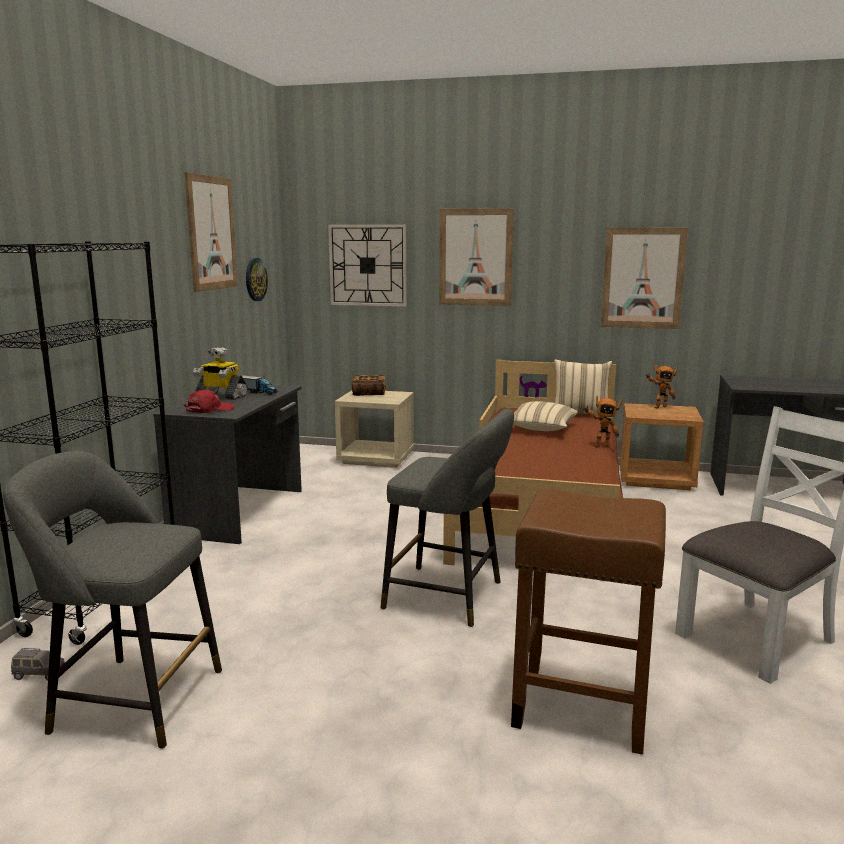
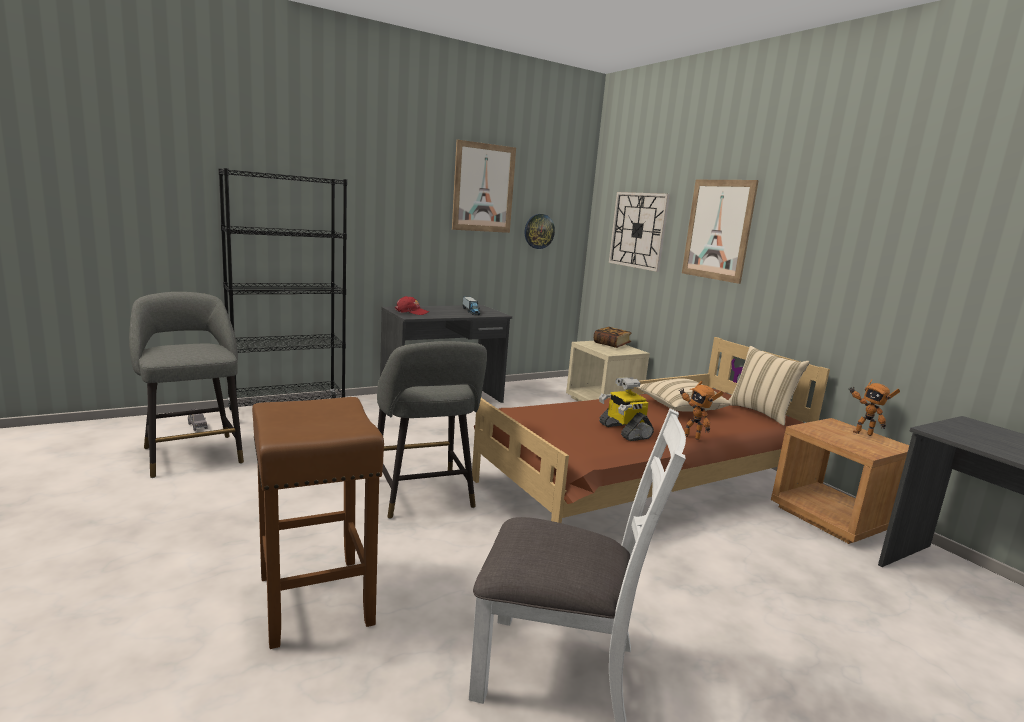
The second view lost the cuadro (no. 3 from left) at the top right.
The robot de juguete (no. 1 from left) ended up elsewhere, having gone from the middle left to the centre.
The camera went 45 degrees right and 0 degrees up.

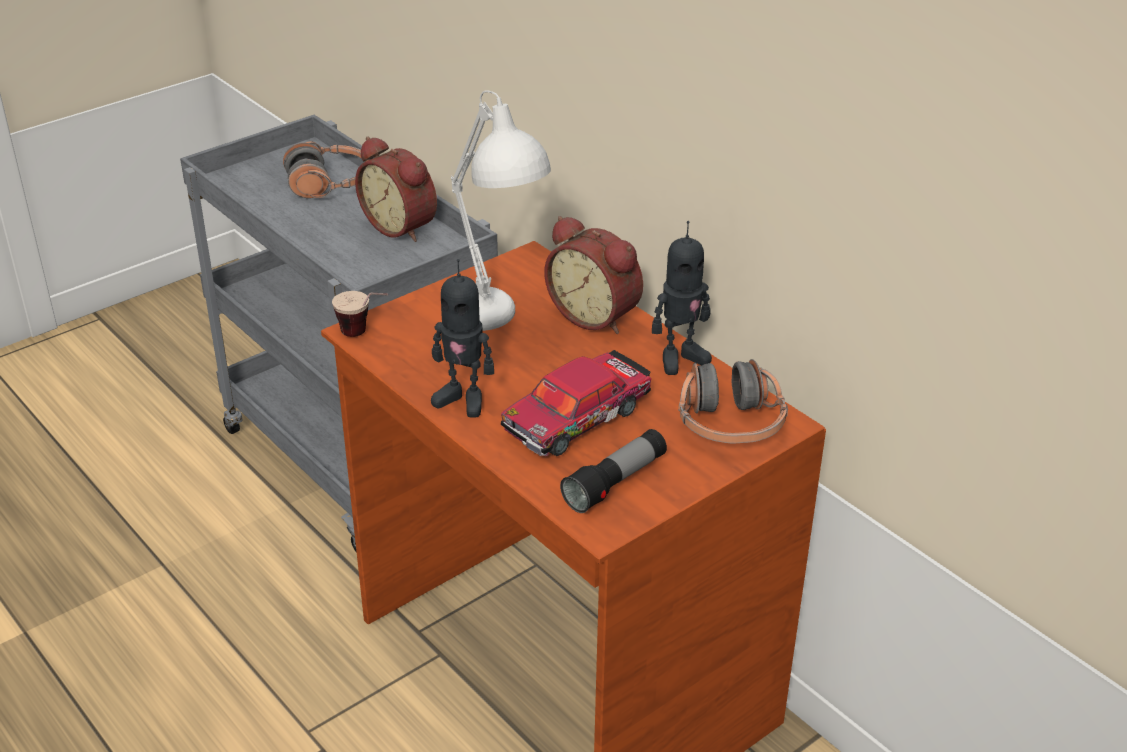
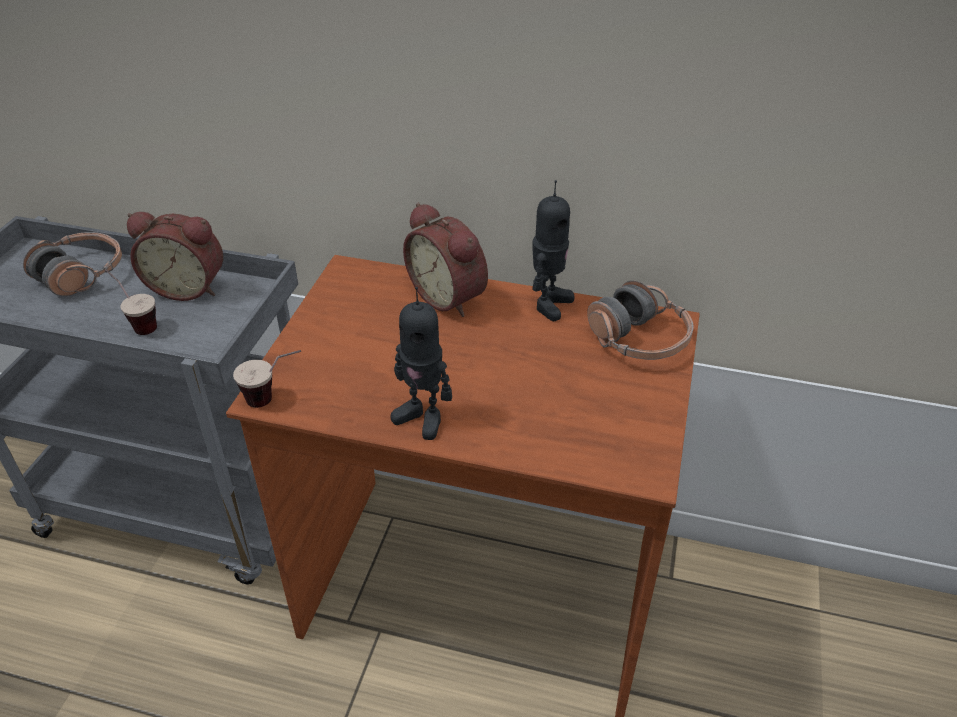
The second view lost the lámpara de mesa [blanco] at the top centre.
The second view lost the coche de juguete at the centre.
The second view lost the linterna at the centre.
The second view gained the taza (no. 1 from left) at the middle left.
The robot de juguete (no. 1 from left) at the centre ended up facing another way, 45 degrees clockwise from before.
The despertador (no. 2 from left) at the centre ended up facing another way, 45 degrees clockwise from before.
The camera went 35 degrees left and 5 degrees up.

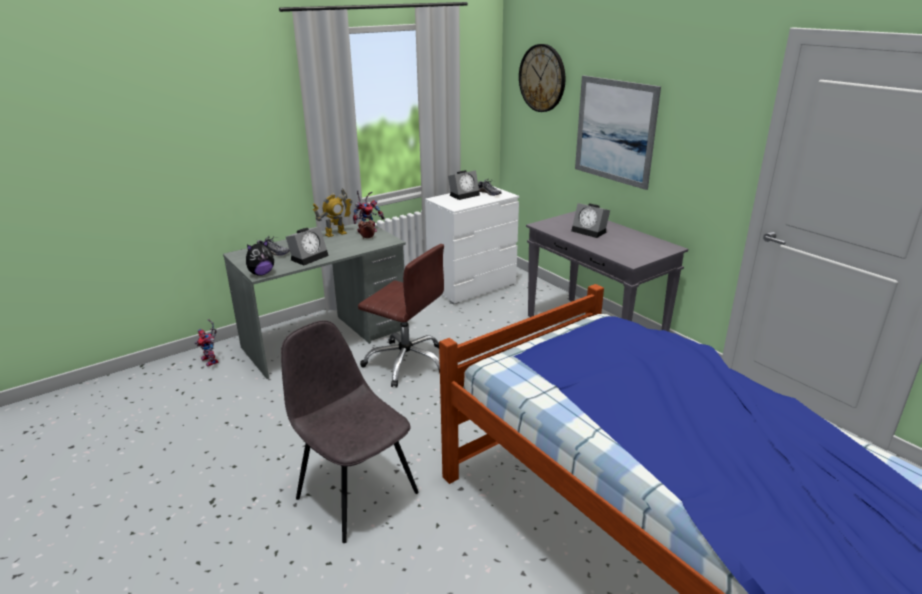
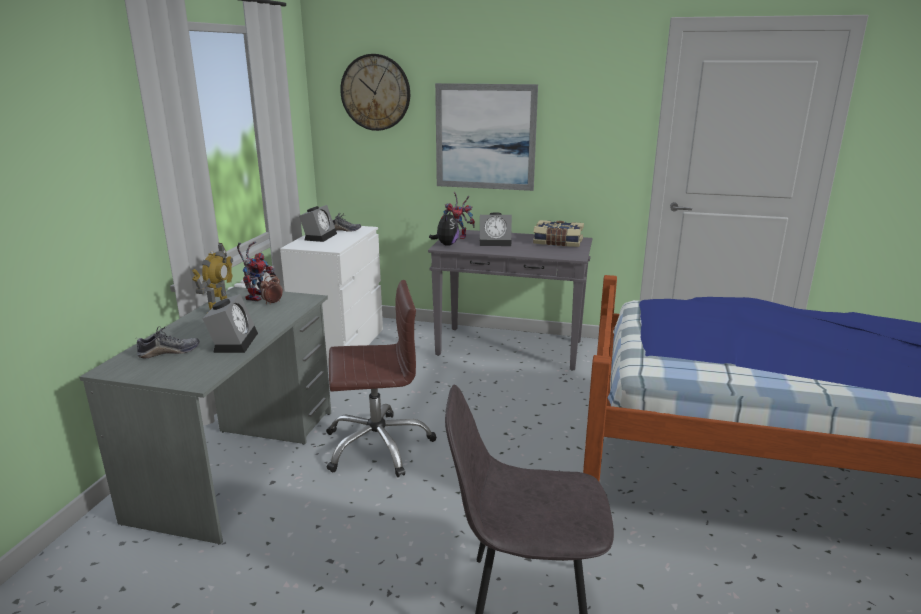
The second view gained the libro at the centre.
The robot de juguete (no. 1 from left in the first image) ended up elsewhere, having gone from the middle left to the centre.
The peluche ended up elsewhere, having gone from the middle left to the centre.
The camera went 40 degrees left and 5 degrees down.

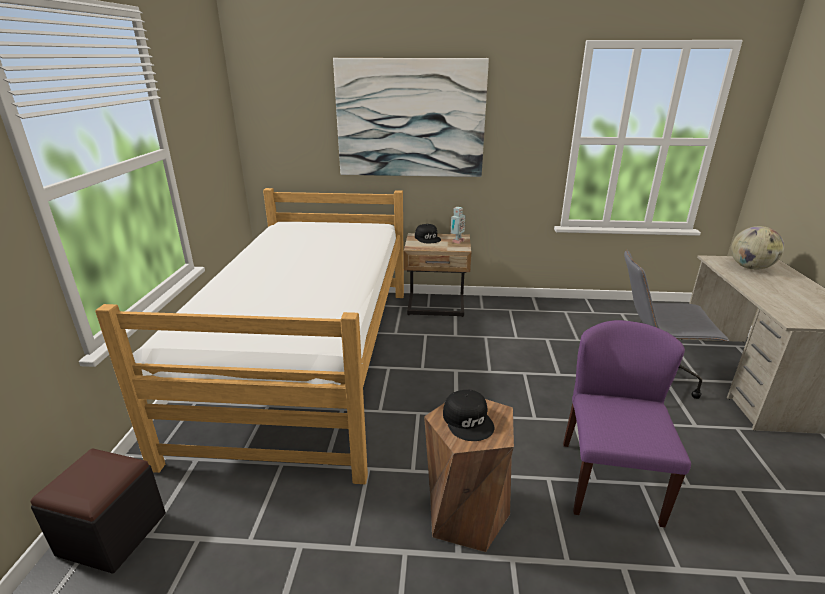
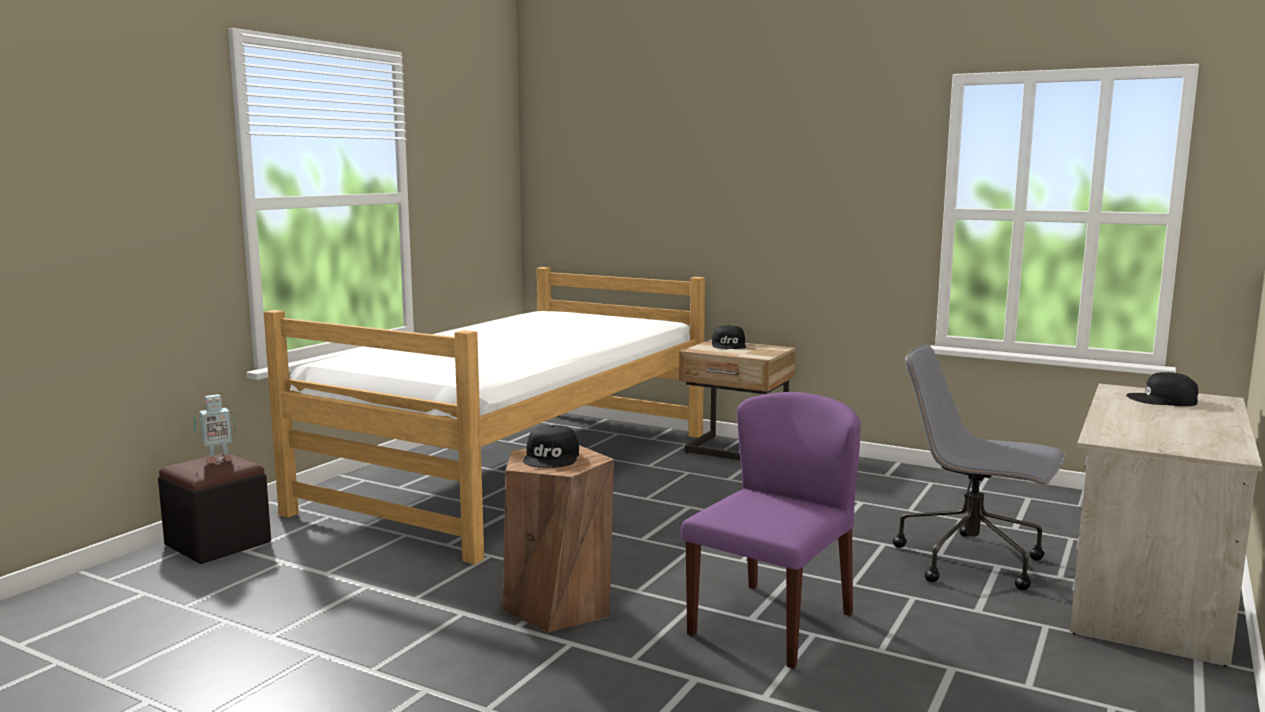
The second view lost the cuadro at the top centre.
The robot de juguete ended up elsewhere, having gone from the centre to the middle left.
Where the globo terráqueo stood at the middle right, the gorra [negro] (no. 3 from left) came to stand at the middle right.
The camera went 25 degrees right and 15 degrees down.

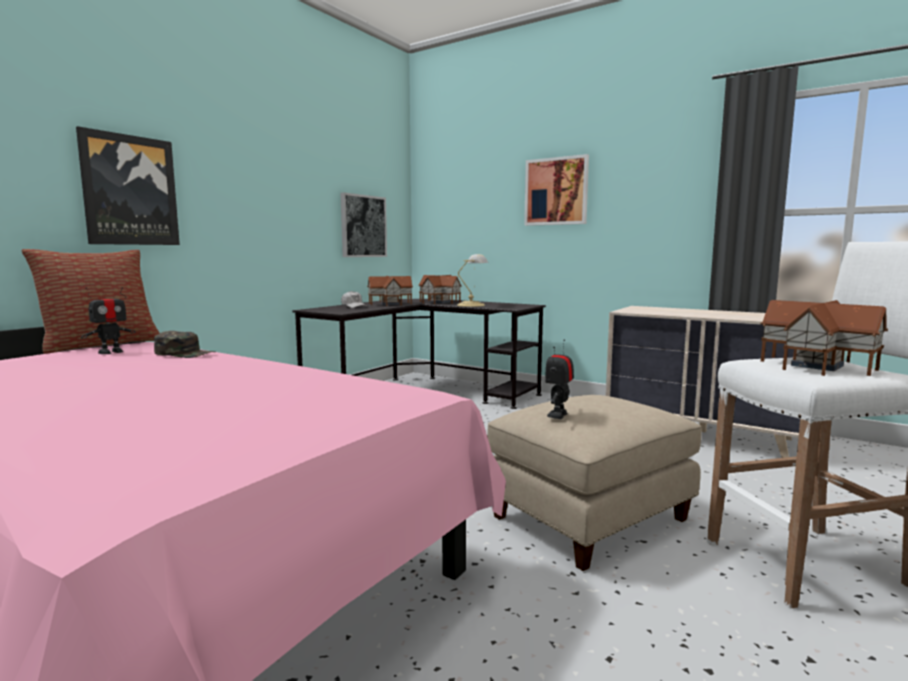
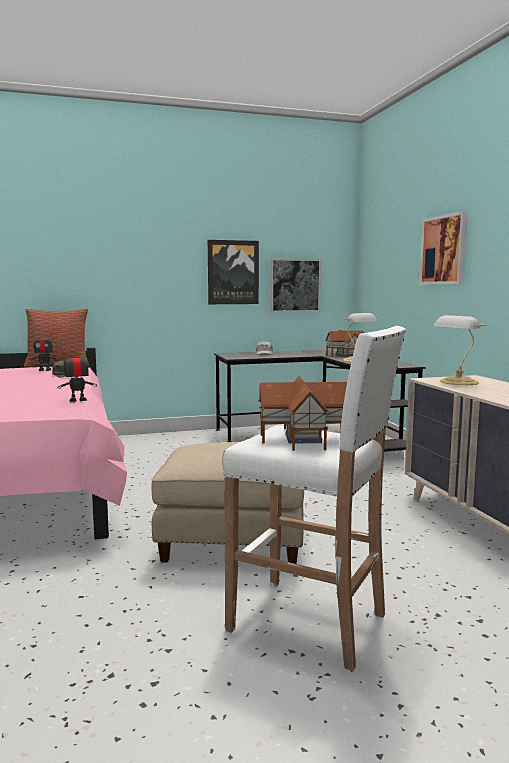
The second view lost the casita (no. 1 from left) at the centre.
The second view gained the lámpara de mesa (no. 2 from left) at the middle right.
The cuadro (no. 1 from left) ended up elsewhere, having gone from the top left to the centre.
The robot de juguete (no. 2 from left) ended up elsewhere, having gone from the centre to the middle left.
The camera went 40 degrees right and 0 degrees up.

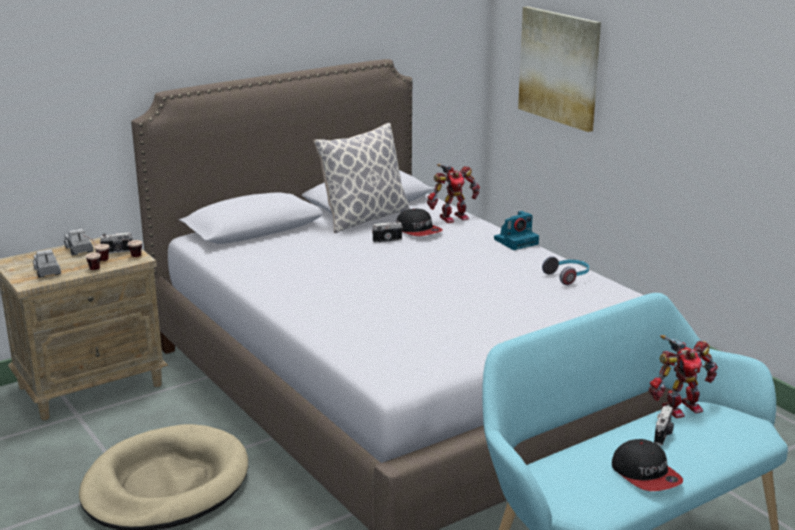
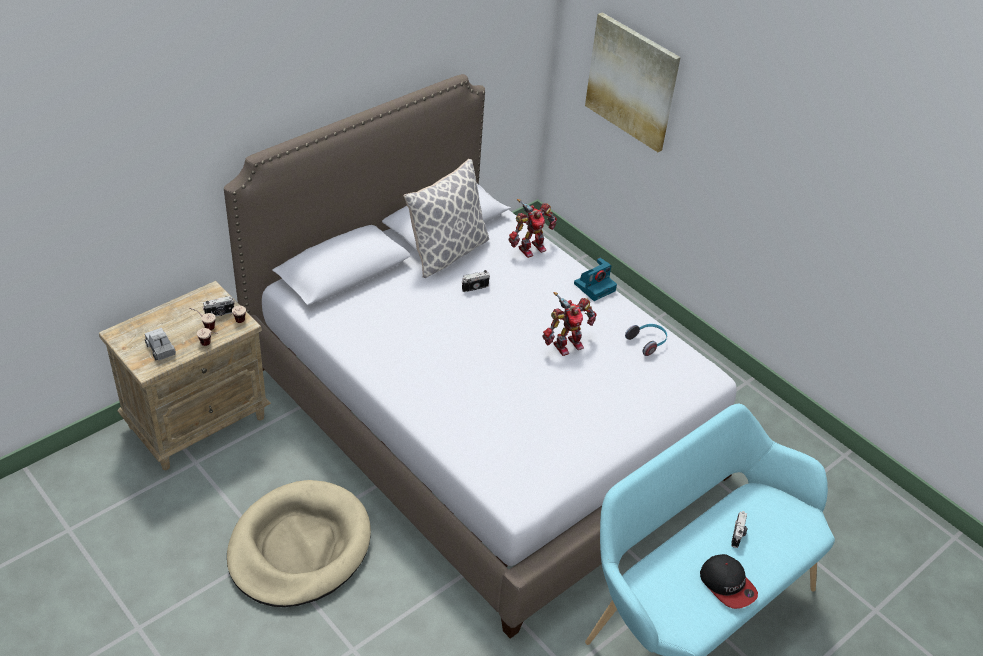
The second view lost the camión de juguete (no. 2 from left) at the middle left.
The second view lost the gorra (no. 1 from left) at the centre.
The robot de juguete (no. 2 from left) ended up elsewhere, having gone from the bottom right to the centre.
The camera went 10 degrees left and 20 degrees up.

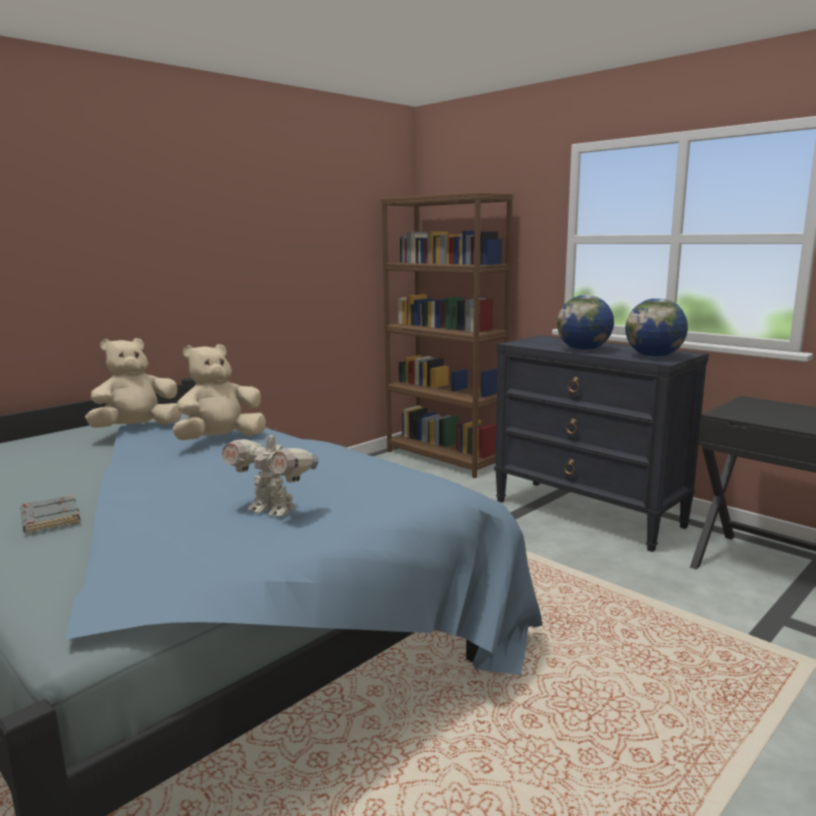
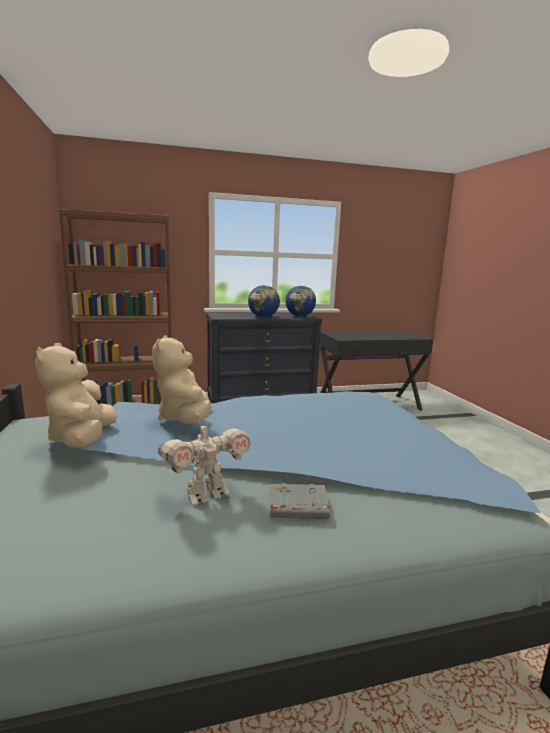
The robot de juguete ended up elsewhere, having gone from the middle left to the centre.
The camera went 60 degrees left and 0 degrees up.

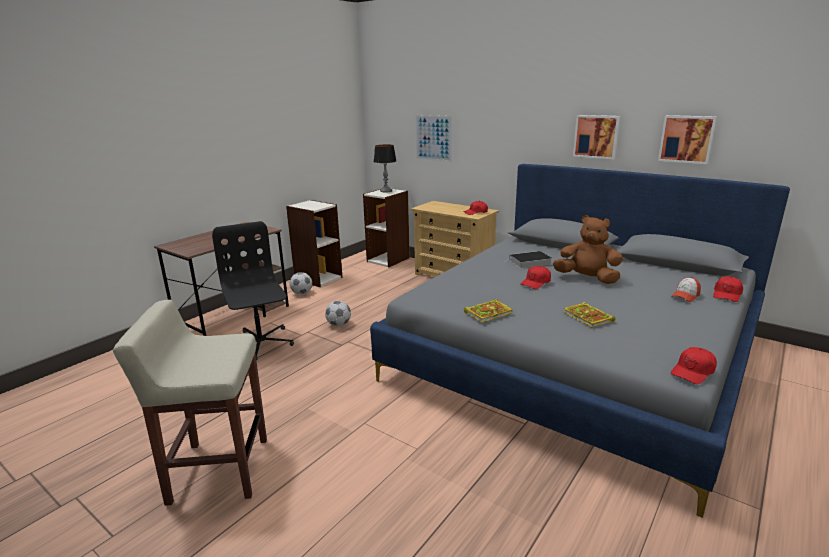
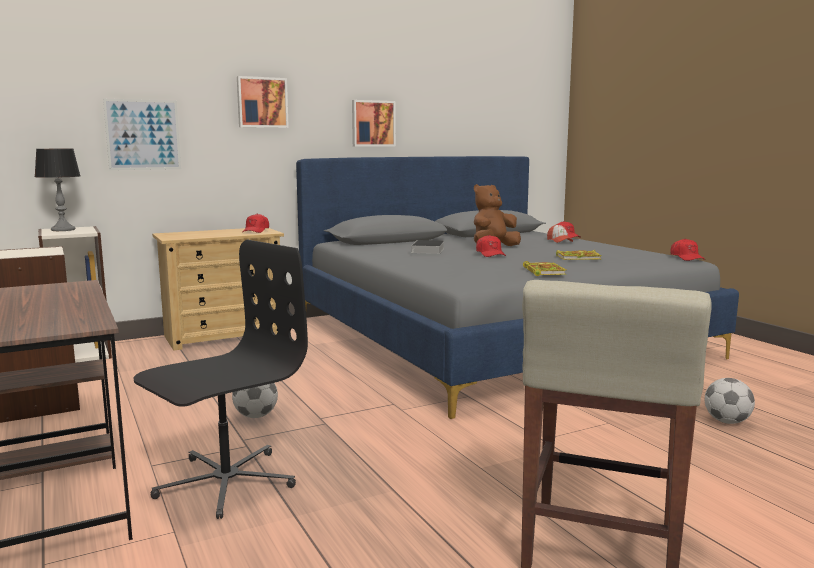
The balón de fútbol (no. 1 from left in the first image) ended up elsewhere, having gone from the centre to the bottom right.
The cuadro (no. 3 from left in the first image) ended up elsewhere, having gone from the top right to the top left.
The silla de oficina [negro] at the middle left ended up facing another way, 135 degrees clockwise from before.
The camera went 65 degrees left and 10 degrees down.

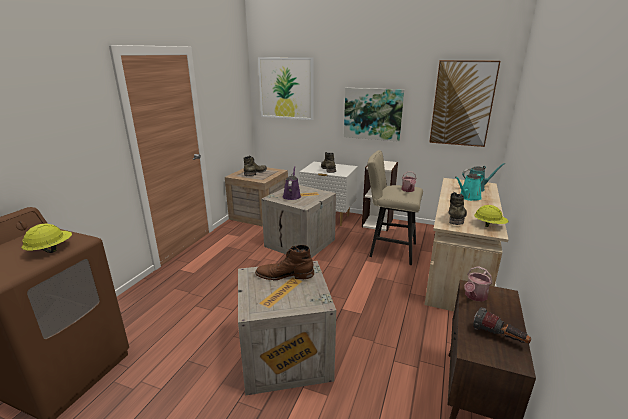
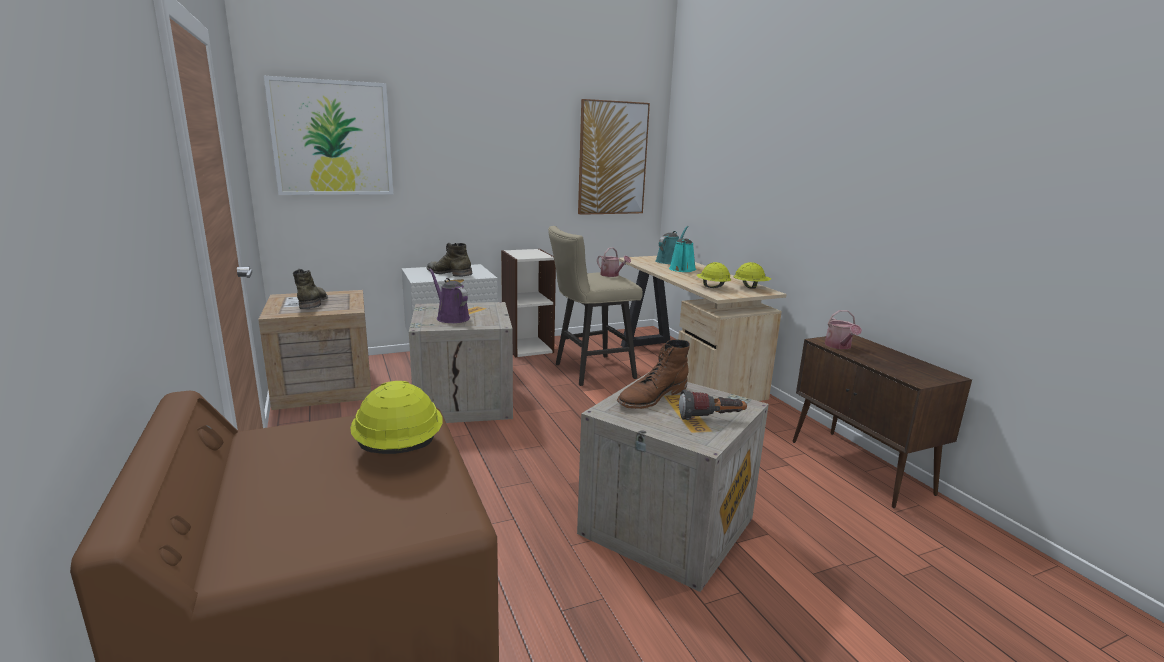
The second view lost the cuadro (no. 2 from left) at the top centre.
The linterna ended up elsewhere, having gone from the bottom right to the centre.
Where the bota [verde] (no. 3 from left) stood at the middle right, the casco [amarillo] (no. 2 from left) came to stand at the centre.
The camera went 45 degrees left and 5 degrees down.

